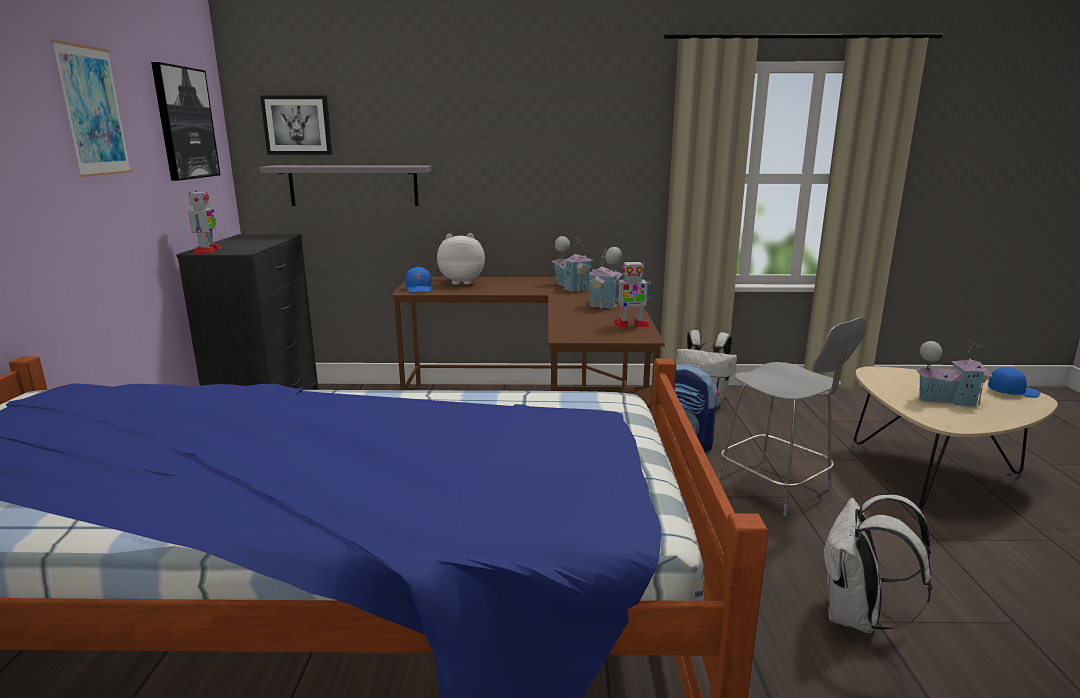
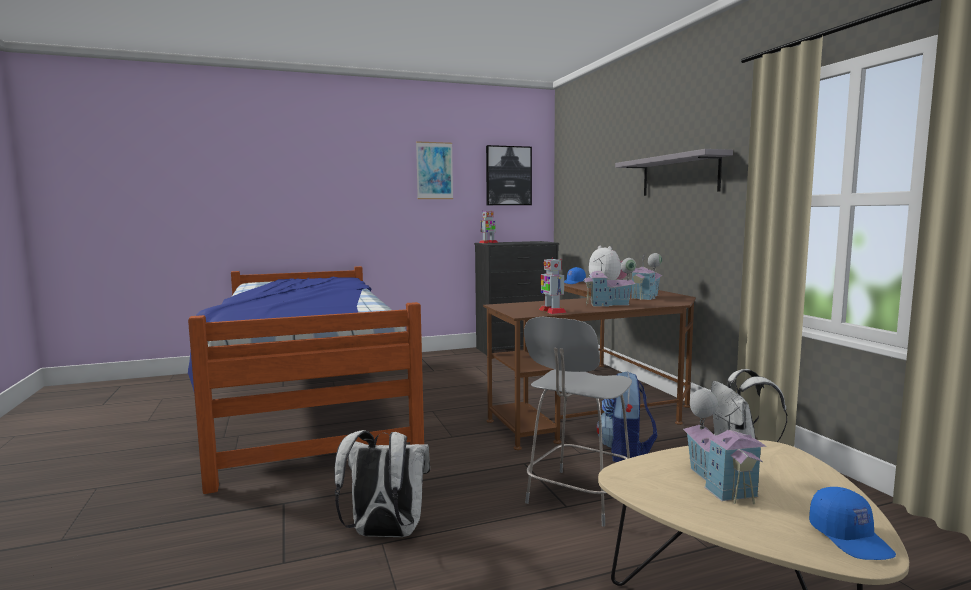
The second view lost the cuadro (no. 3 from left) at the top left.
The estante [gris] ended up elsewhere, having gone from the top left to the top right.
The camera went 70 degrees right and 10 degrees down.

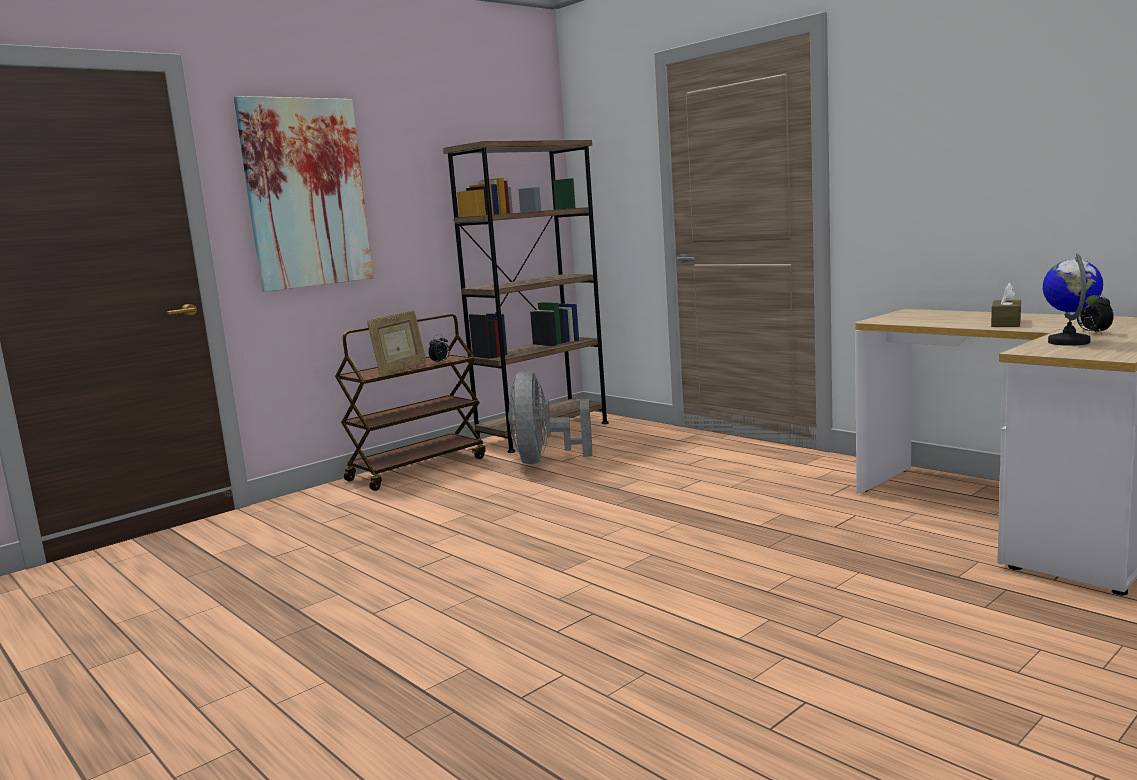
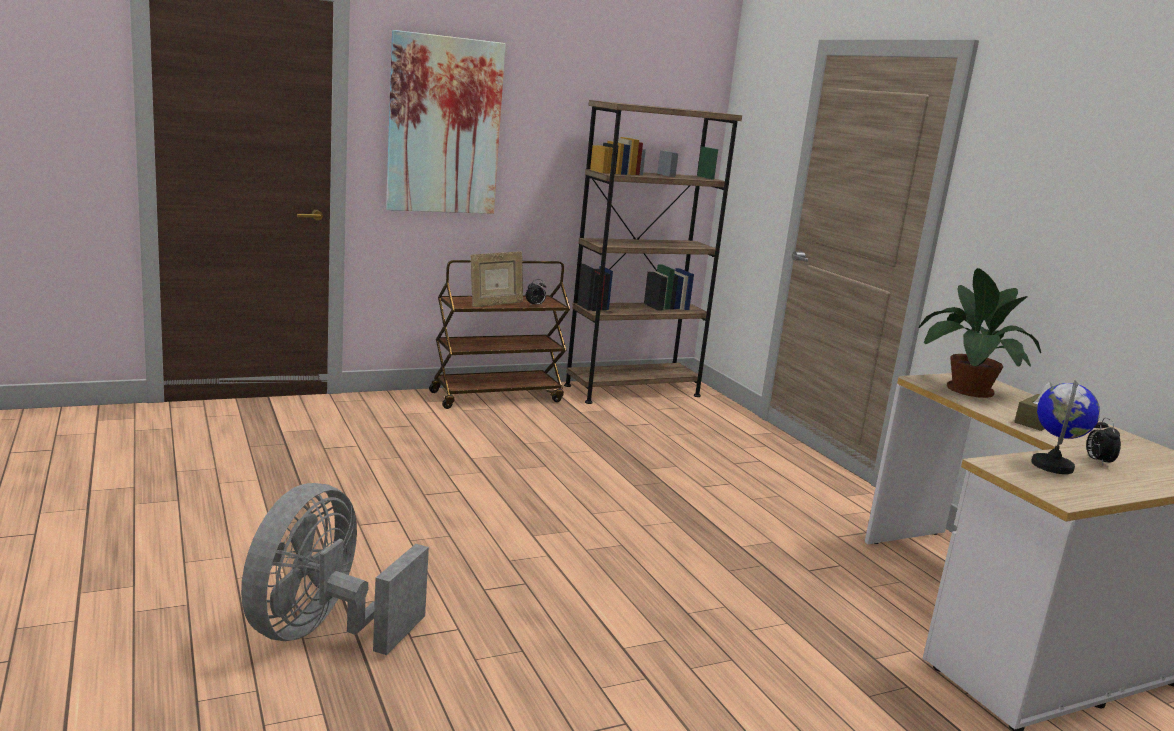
The second view gained the planta en maceta at the middle right.
The ventilador [gris] ended up elsewhere, having gone from the centre to the bottom left.
The camera went 15 degrees right and 5 degrees up.

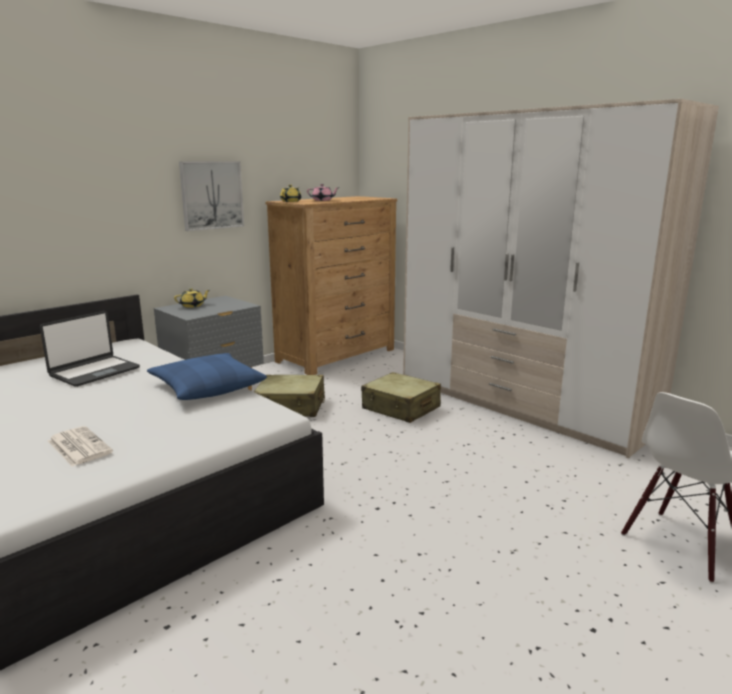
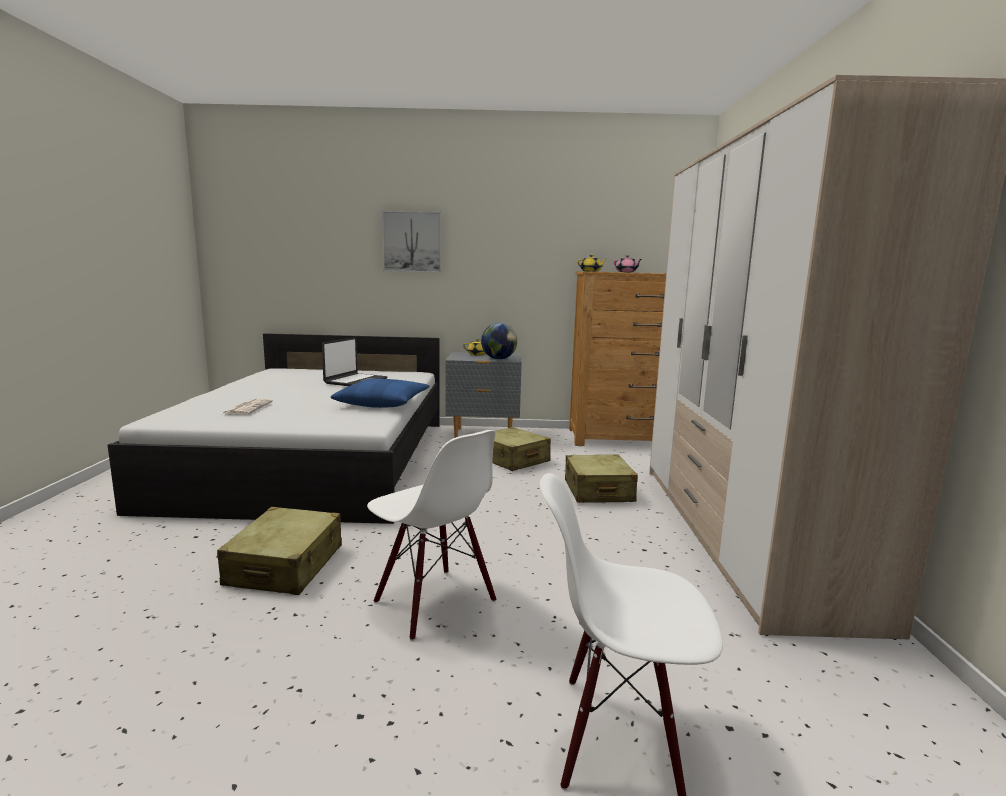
The second view gained the maleta [beis] (no. 1 from left) at the bottom left.
The second view gained the silla [blanco] (no. 1 from left) at the bottom centre.
The second view gained the globo terráqueo at the centre.
The cuadro ended up elsewhere, having gone from the top left to the top centre.
The portátil at the middle left ended up facing another way, 60 degrees counterclockwise from before.
The camera went 45 degrees right and 5 degrees down.

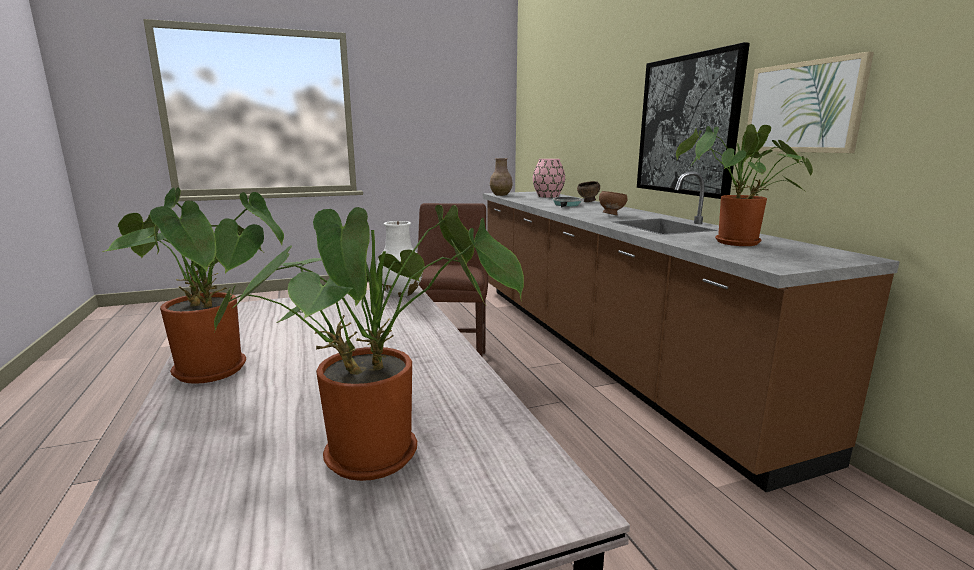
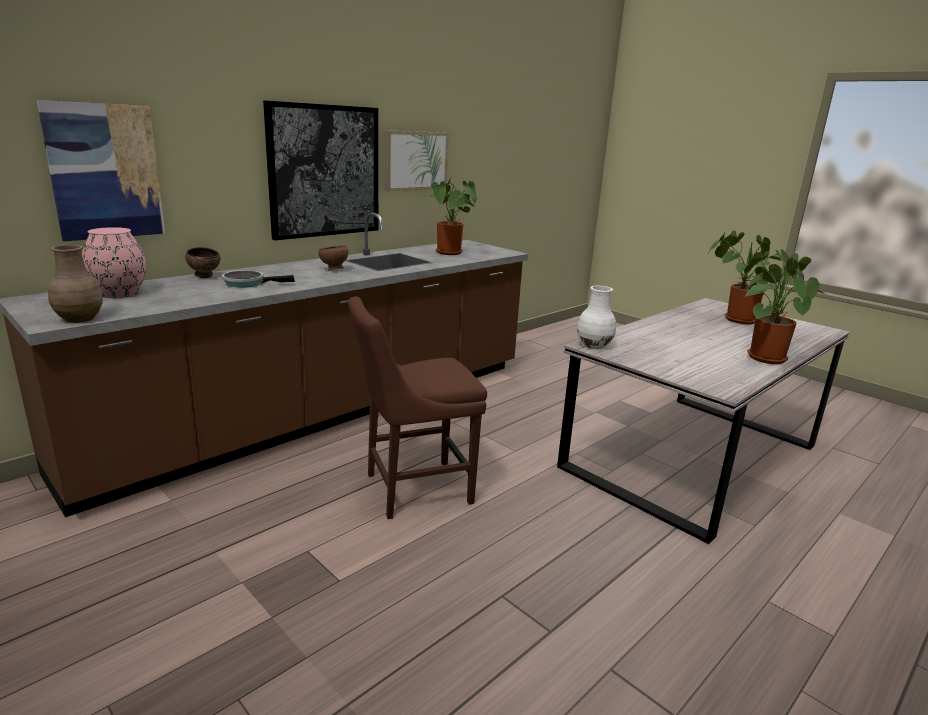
The second view gained the cuadro (no. 1 from left) at the top left.
The camera went 115 degrees left and 5 degrees up.

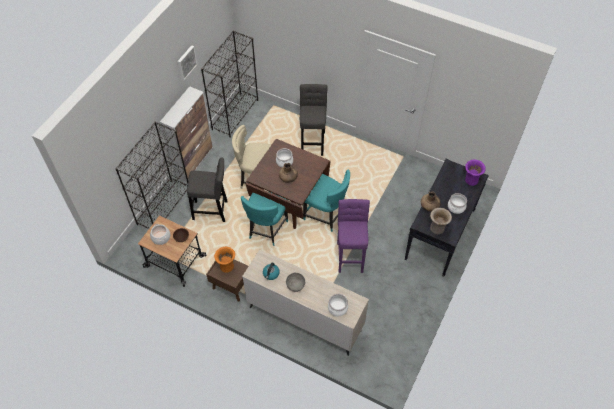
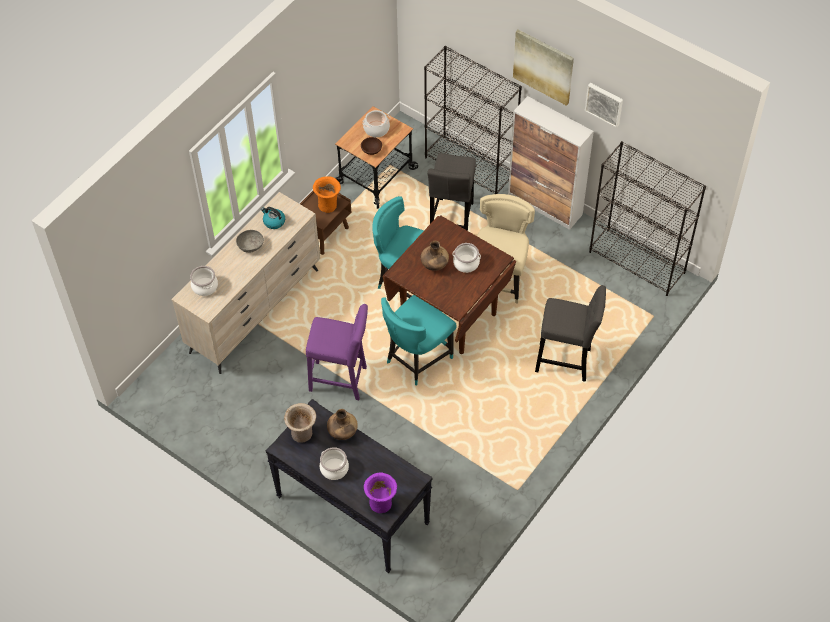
The second view gained the cuadro (no. 1 from left) at the top centre.
The camera went 100 degrees right and 0 degrees up.

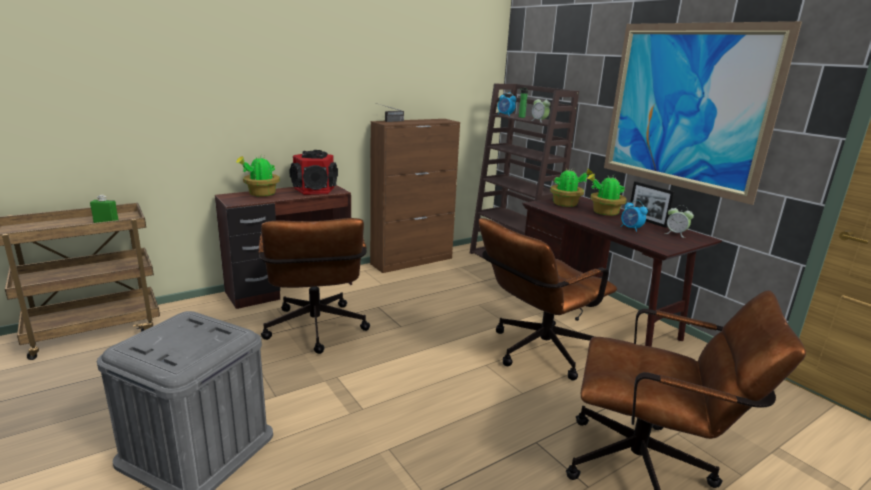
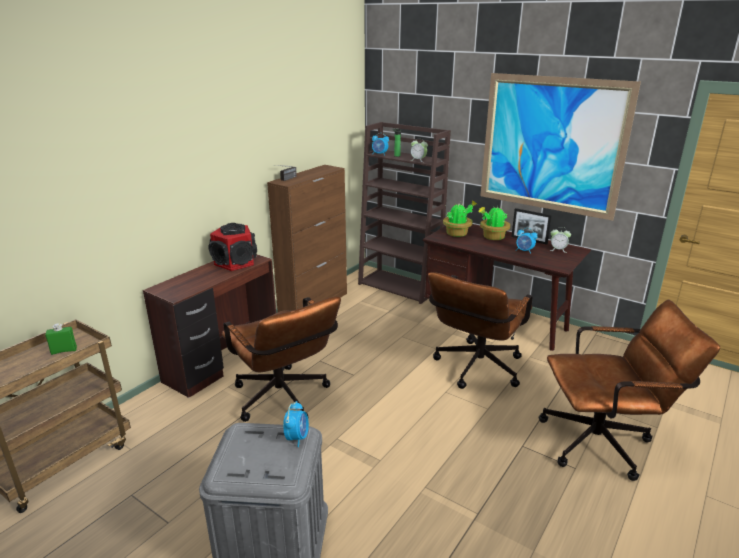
The second view lost the planta en maceta (no. 1 from left) at the middle left.
The second view gained the despertador (no. 1 from left) at the bottom centre.
The camera went 20 degrees left and 5 degrees up.

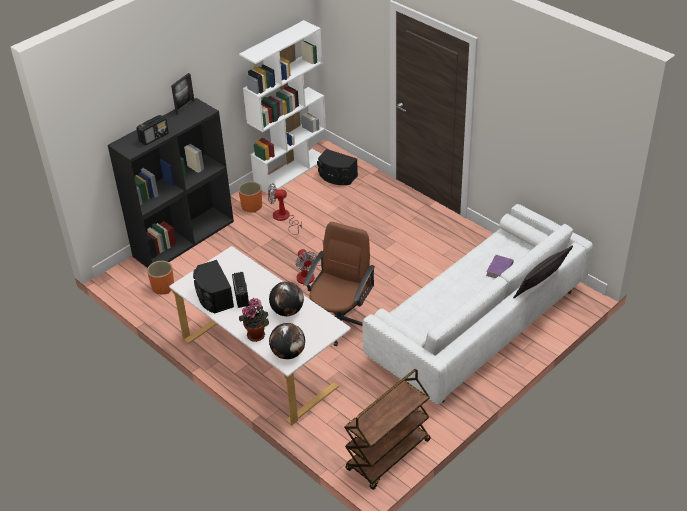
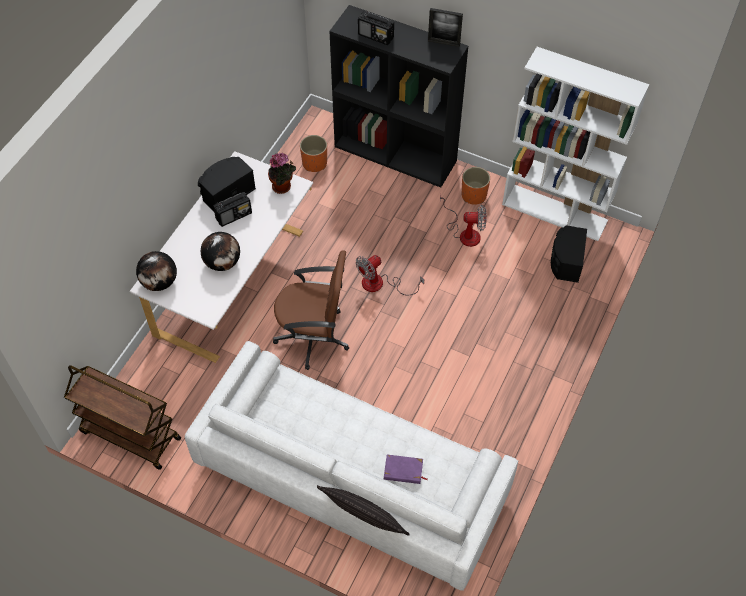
The planta en maceta ended up elsewhere, having gone from the centre to the top centre.
The ventilador (no. 1 from left in the first image) at the centre ended up facing another way, 105 degrees clockwise from before.
The camera went 70 degrees right and 15 degrees up.

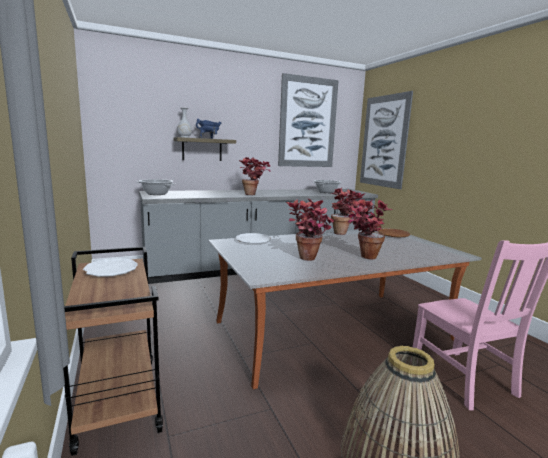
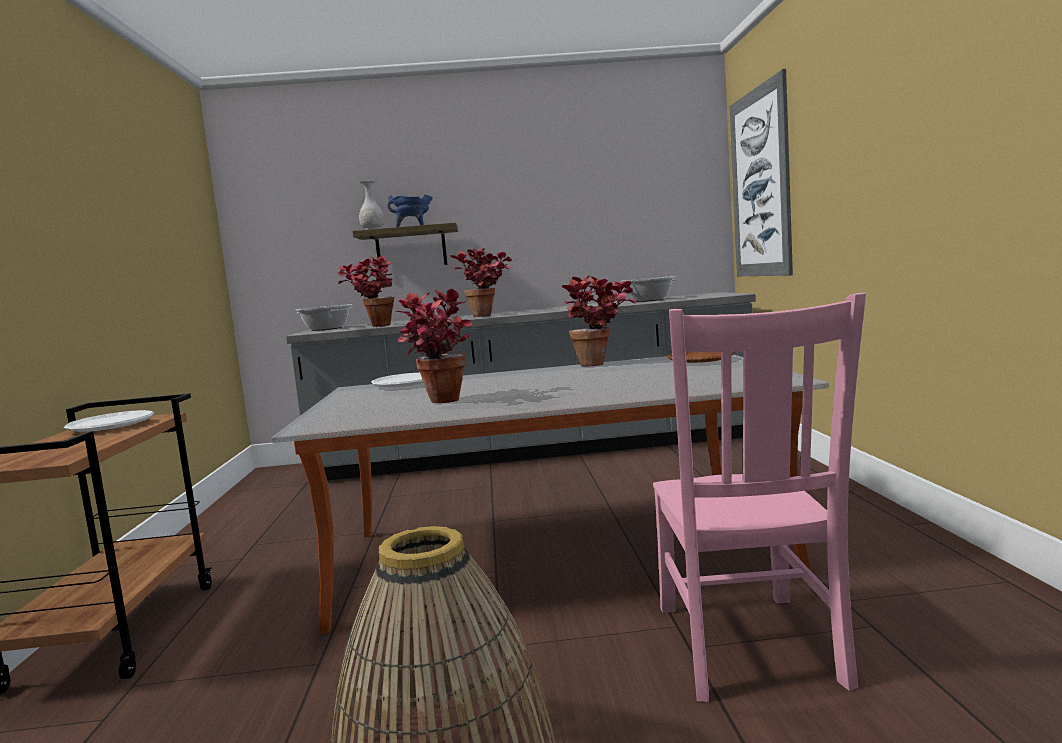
The second view lost the cuadro (no. 1 from left) at the top centre.
The planta en maceta (no. 4 from left in the first image) ended up elsewhere, having gone from the middle right to the centre.
The camera went 20 degrees right and 5 degrees down.

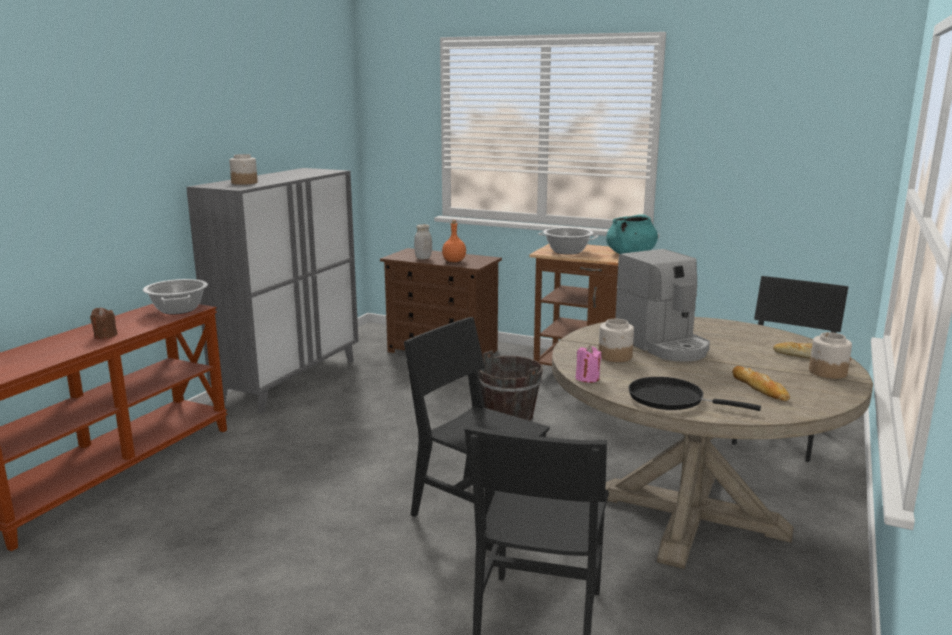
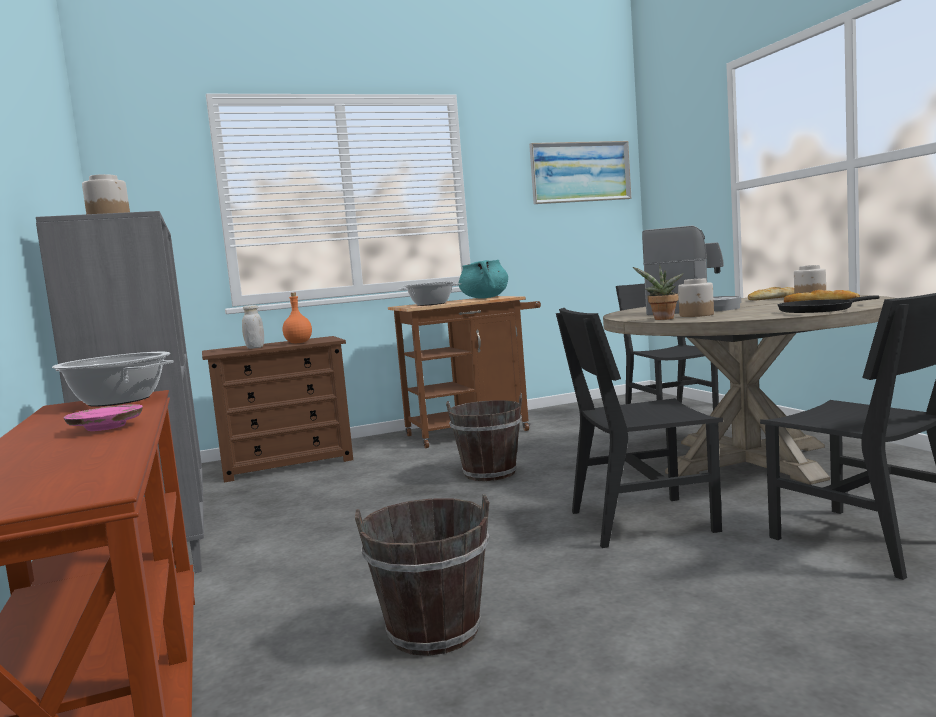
The second view lost the vela [rosa] at the centre.
The second view gained the cubo [marrón] (no. 1 from left) at the bottom centre.
The second view gained the cuadro at the top centre.
The second view gained the planta en maceta at the middle right.
Where the vela [marrón] stood at the middle left, the plato [rosa] came to stand at the middle left.
The camera went 45 degrees left and 10 degrees down.

